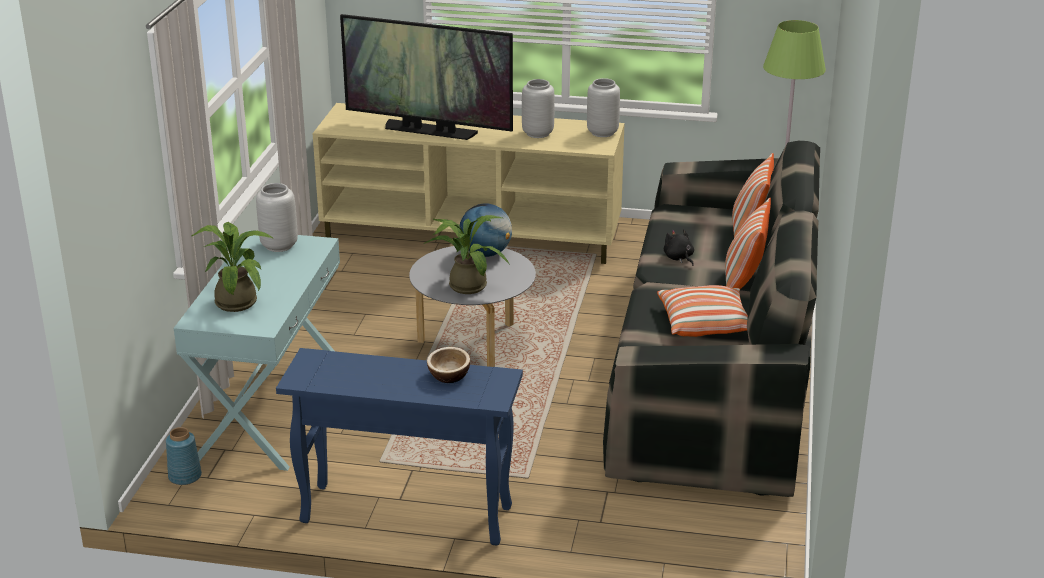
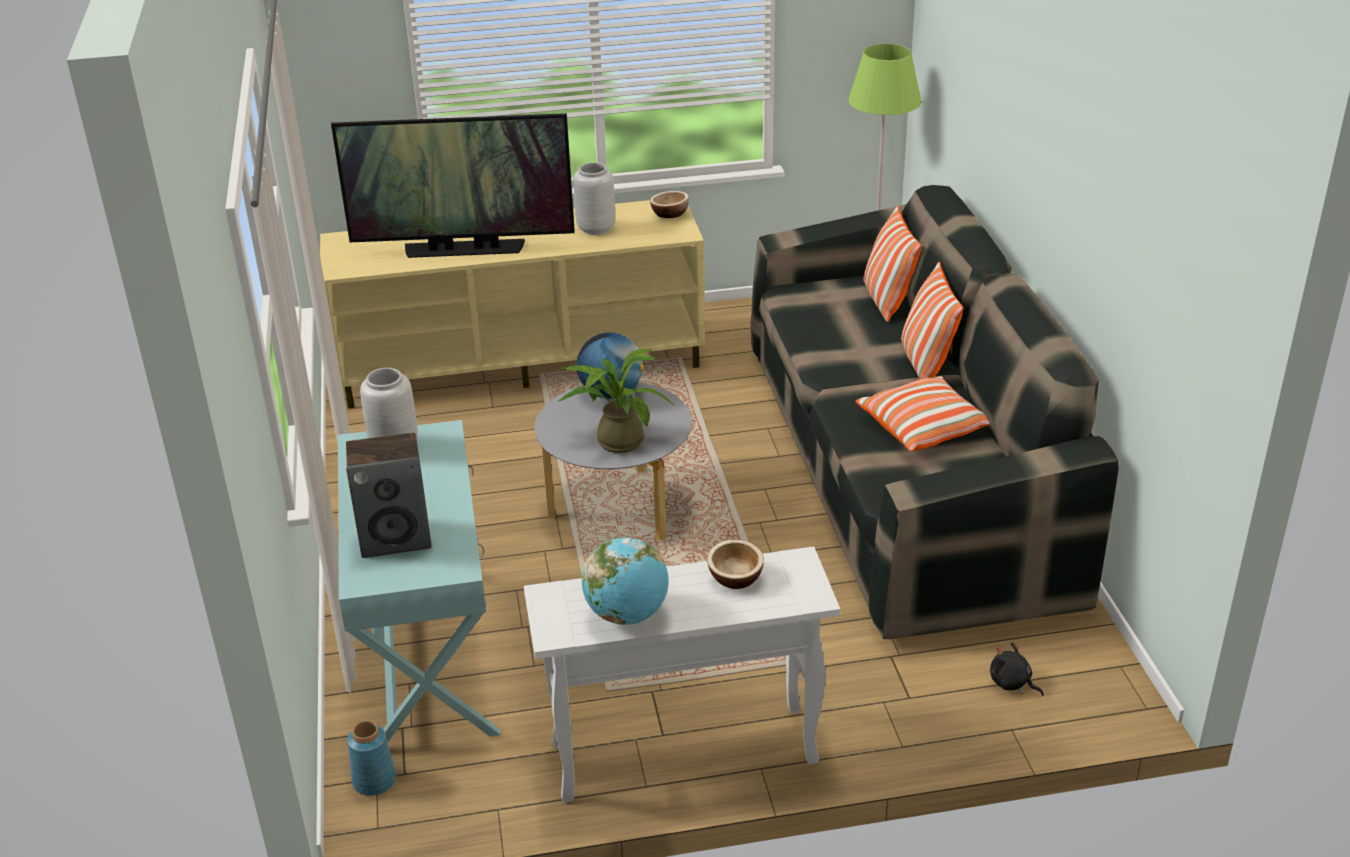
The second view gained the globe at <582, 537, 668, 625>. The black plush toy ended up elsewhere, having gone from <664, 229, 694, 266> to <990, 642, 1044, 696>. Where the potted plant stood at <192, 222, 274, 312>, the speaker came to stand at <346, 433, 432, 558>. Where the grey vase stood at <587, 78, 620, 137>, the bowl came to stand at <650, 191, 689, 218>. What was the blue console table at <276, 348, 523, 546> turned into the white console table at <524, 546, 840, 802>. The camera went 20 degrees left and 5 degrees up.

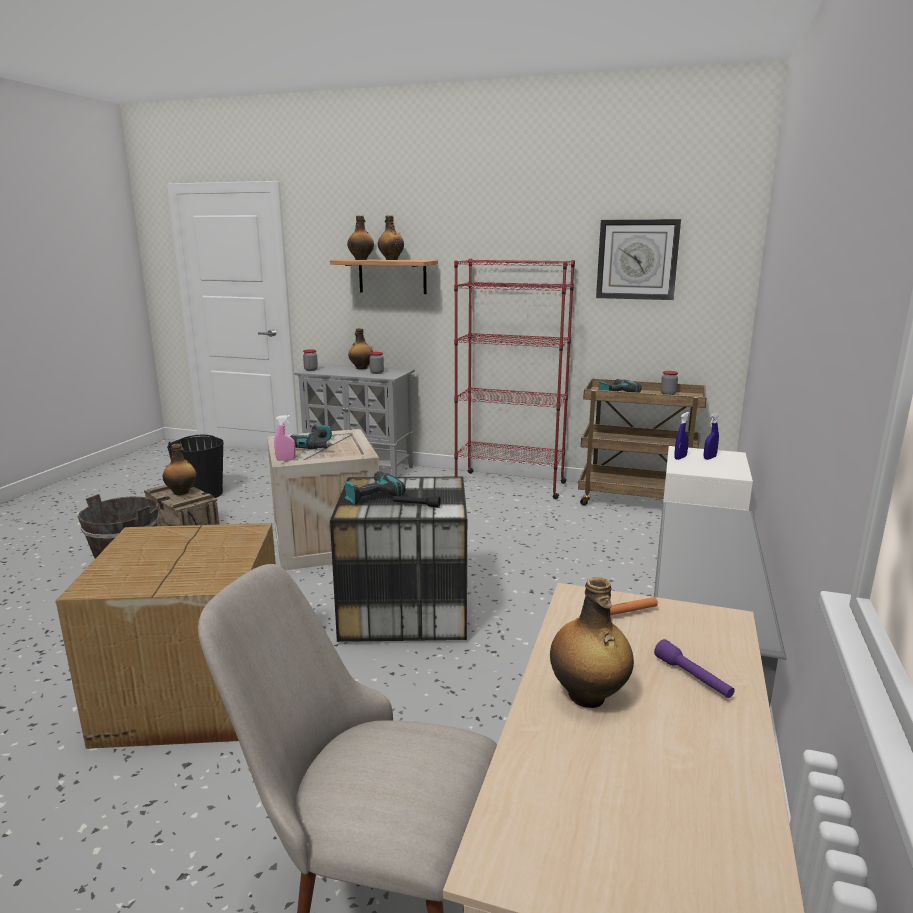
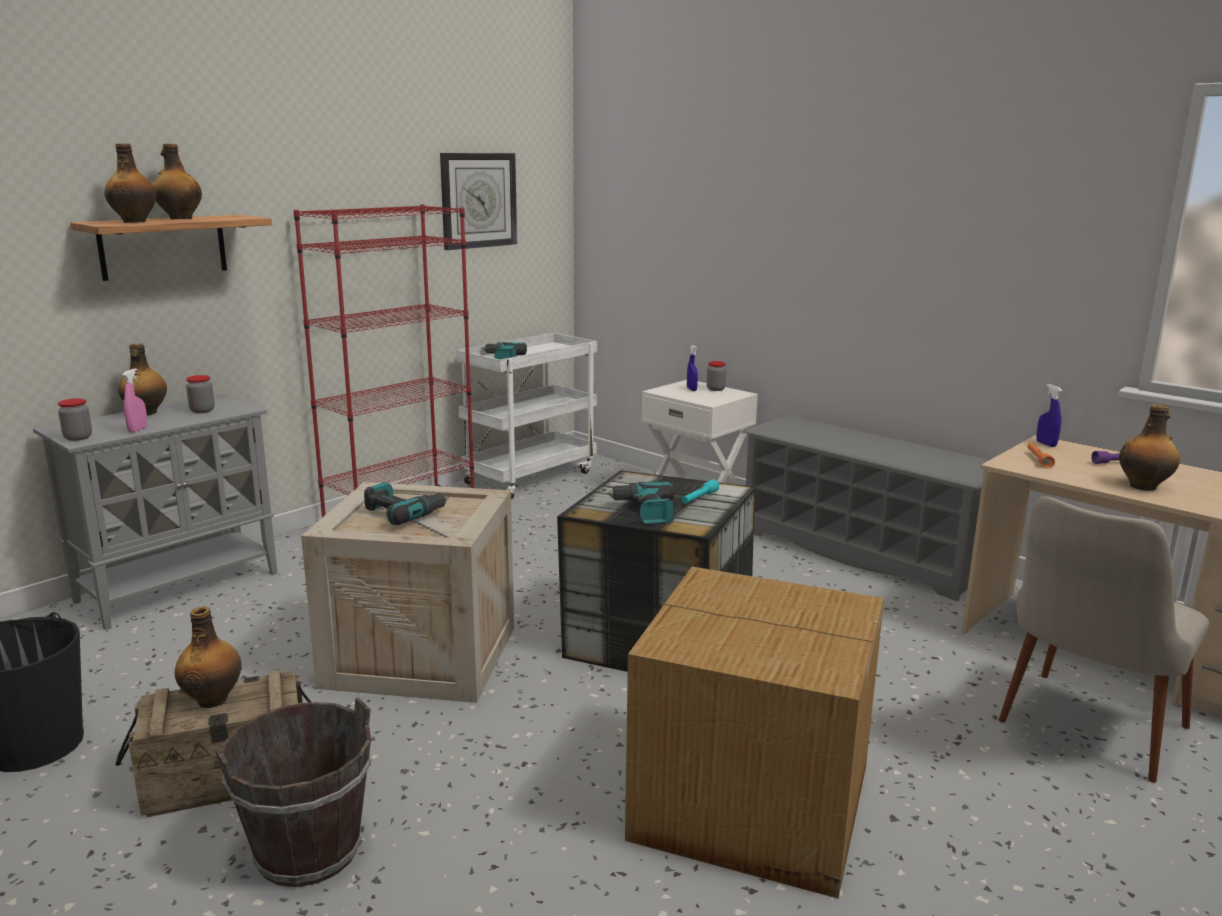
The pink spray bottle ended up elsewhere, having gone from <274, 415, 296, 461> to <123, 368, 147, 433>. The jar ended up elsewhere, having gone from <661, 371, 678, 395> to <707, 361, 726, 391>. The blue spray bottle ended up elsewhere, having gone from <674, 412, 690, 460> to <1036, 384, 1062, 447>. What was the black flashlight at <393, 496, 441, 508> turned into the turquoise flashlight at <682, 479, 719, 504>. What was the brown cart at <578, 378, 707, 505> turned into the white cart at <456, 333, 597, 499>. The camera went 65 degrees left and 0 degrees up.

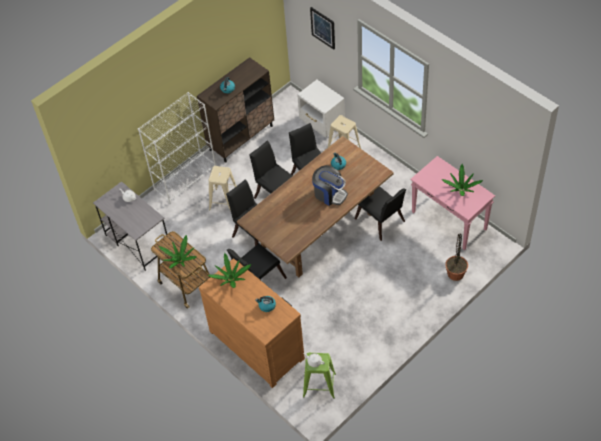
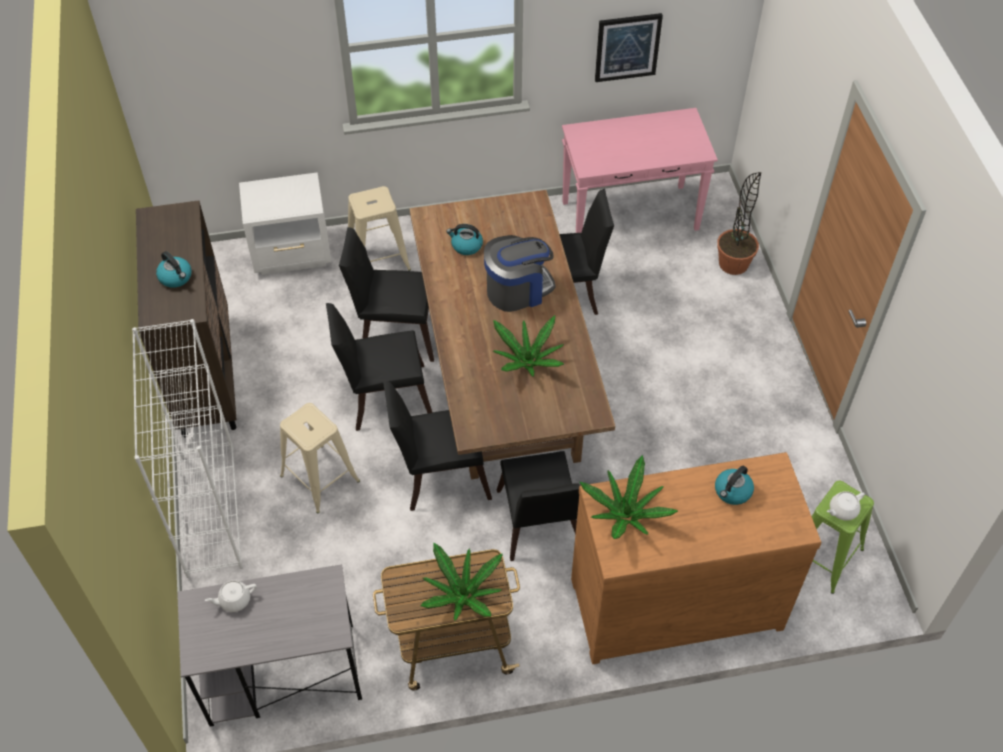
The picture ended up elsewhere, having gone from <310, 7, 335, 50> to <595, 13, 663, 82>. The potted plant ended up elsewhere, having gone from <442, 164, 483, 196> to <493, 316, 564, 376>. The camera went 60 degrees left and 0 degrees up.

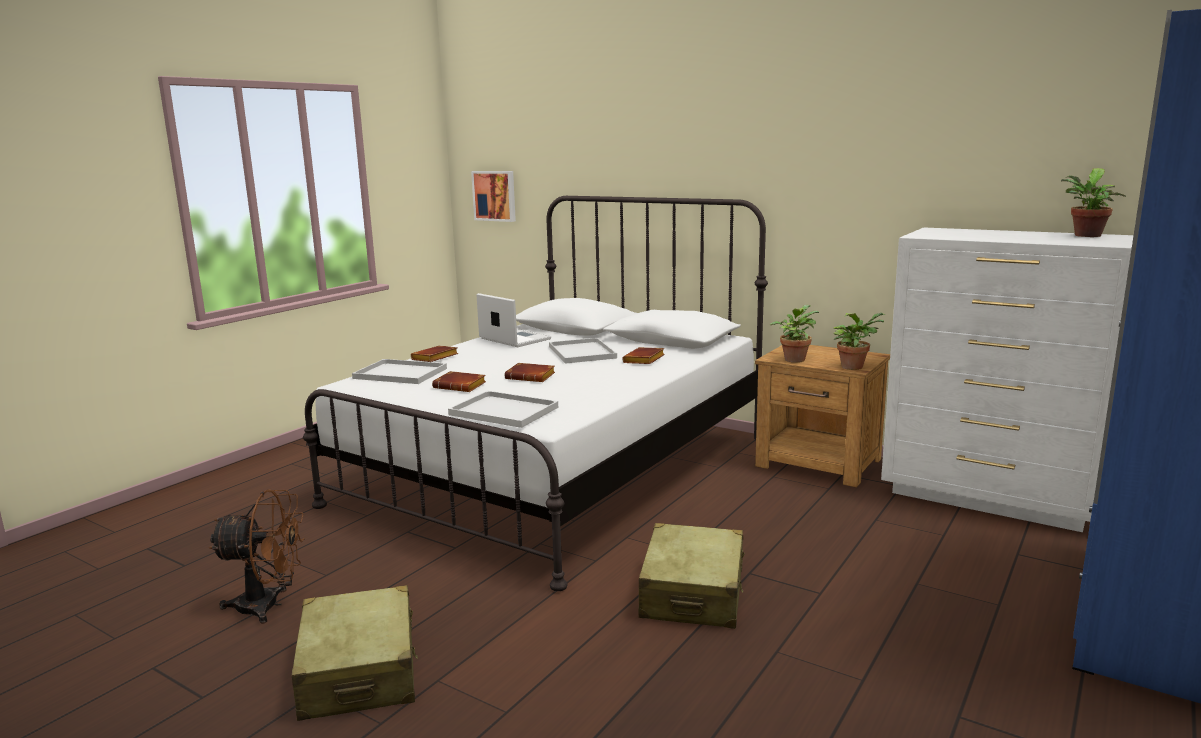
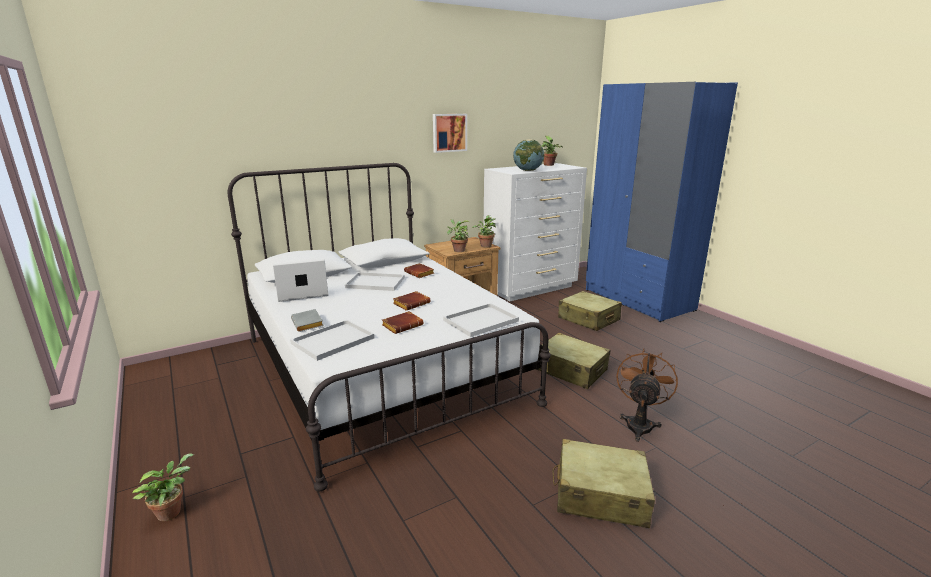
The second view gained the potted plant at <132, 453, 194, 521>. The second view gained the globe at <513, 139, 544, 171>. The second view gained the beige suitcase at <558, 291, 622, 331>. The brown fan ended up elsewhere, having gone from <209, 489, 305, 624> to <616, 348, 678, 442>. The picture ended up elsewhere, having gone from <471, 171, 516, 222> to <433, 114, 467, 153>. What was the brown book at <411, 345, 458, 362> turned into the grey book at <291, 309, 324, 332>. The camera went 65 degrees left and 5 degrees up.

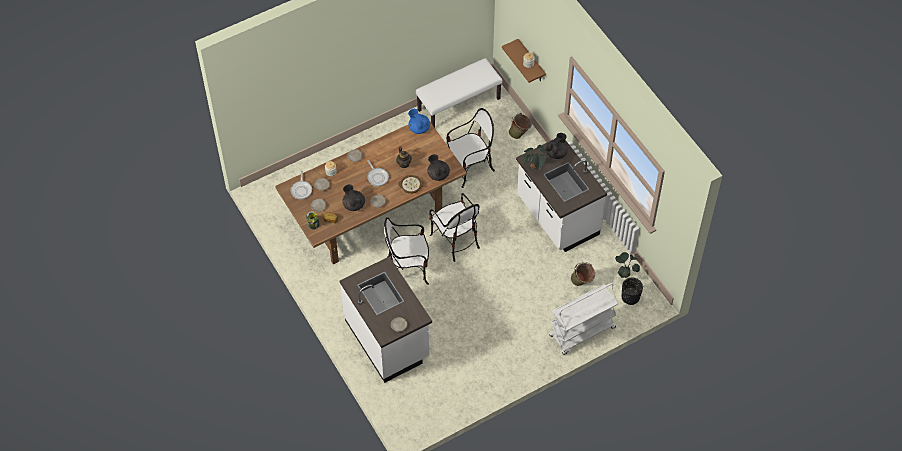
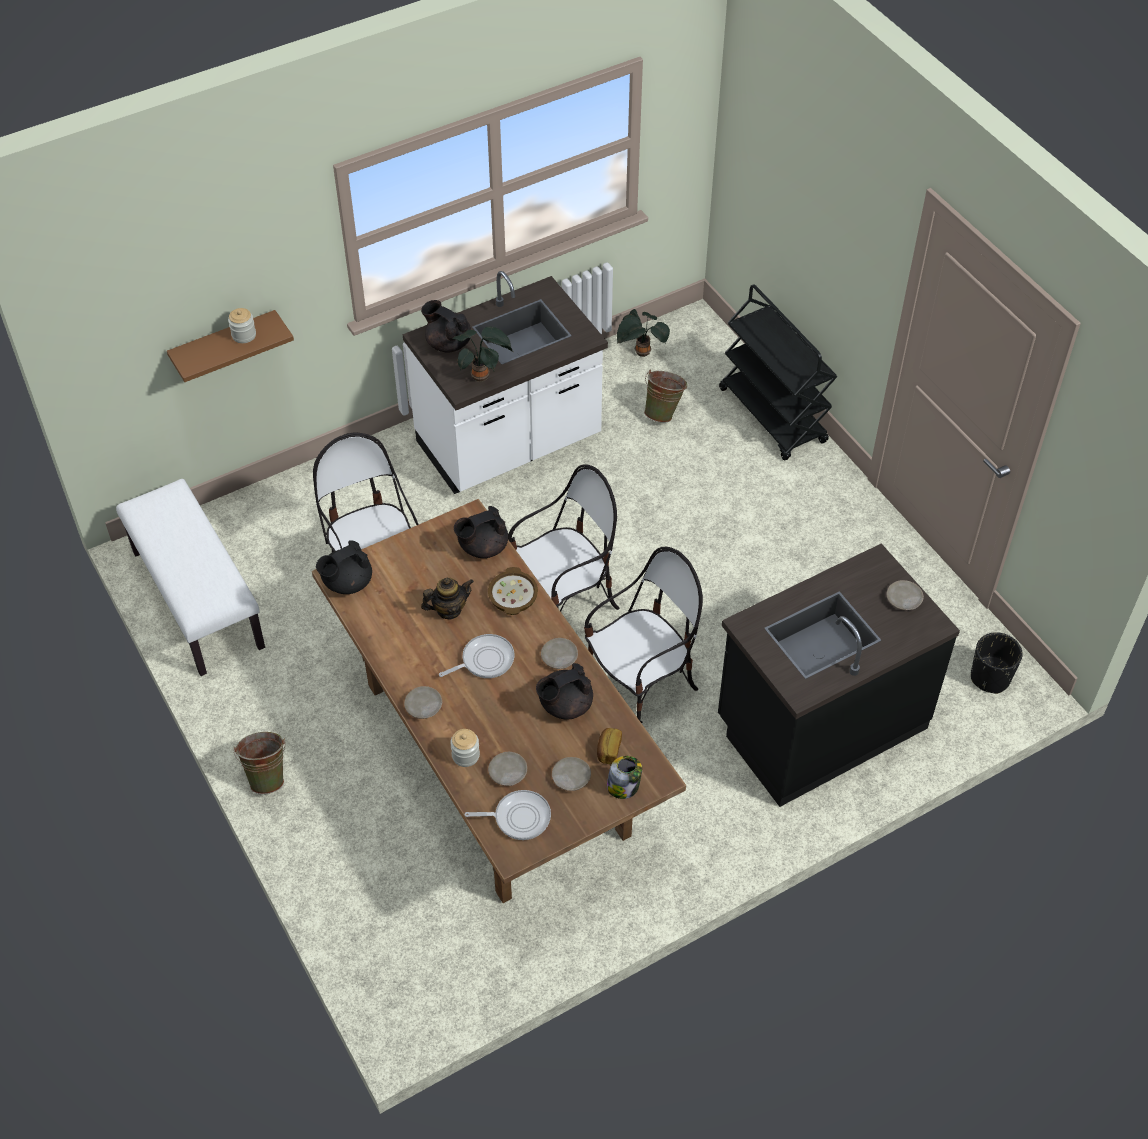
The green bucket ended up elsewhere, having gone from <509, 113, 532, 139> to <233, 732, 285, 794>. The black planter ended up elsewhere, having gone from <622, 278, 643, 305> to <971, 632, 1023, 694>. What was the white counter at <340, 256, 432, 383> turned into the black counter at <718, 543, 960, 807>. What was the blue teapot at <408, 109, 430, 134> turned into the black teapot at <316, 540, 372, 594>. What was the white cart at <549, 283, 618, 355> turned into the black cart at <719, 284, 837, 461>. The chair at <384, 217, 429, 285> ended up facing another way, 120 degrees counterclockwise from before. The camera went 90 degrees left and 5 degrees down.

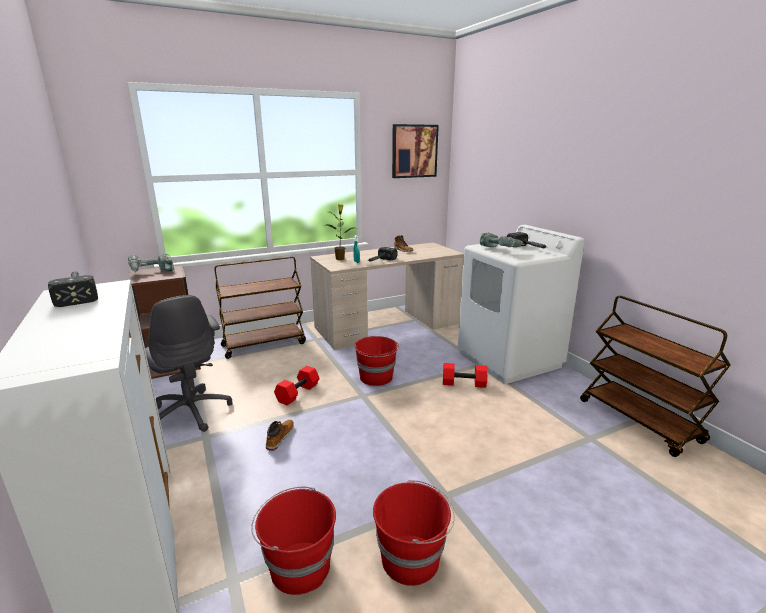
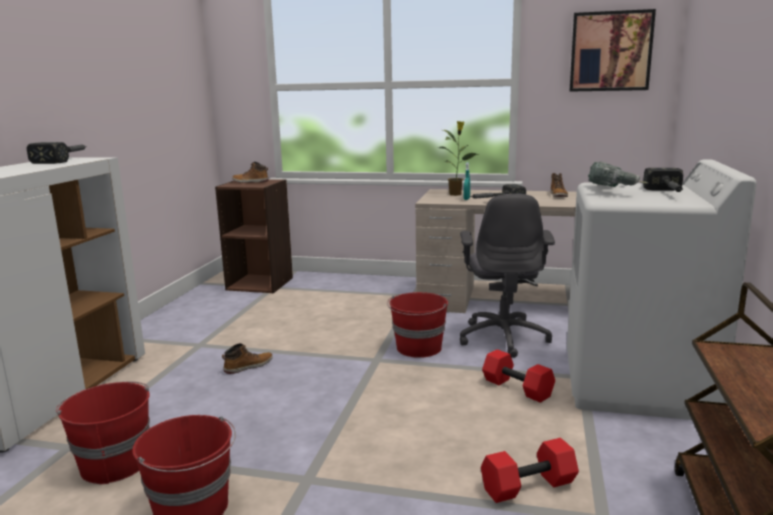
The second view lost the brown cart at <214, 257, 306, 359>. The grey office chair ended up elsewhere, having gone from <145, 295, 233, 432> to <460, 194, 555, 358>. The red dumbbell ended up elsewhere, having gone from <274, 366, 320, 406> to <481, 438, 579, 503>. Where the power drill stood at <128, 254, 174, 272>, the boot came to stand at <232, 162, 269, 183>. The camera went 40 degrees right and 5 degrees down.

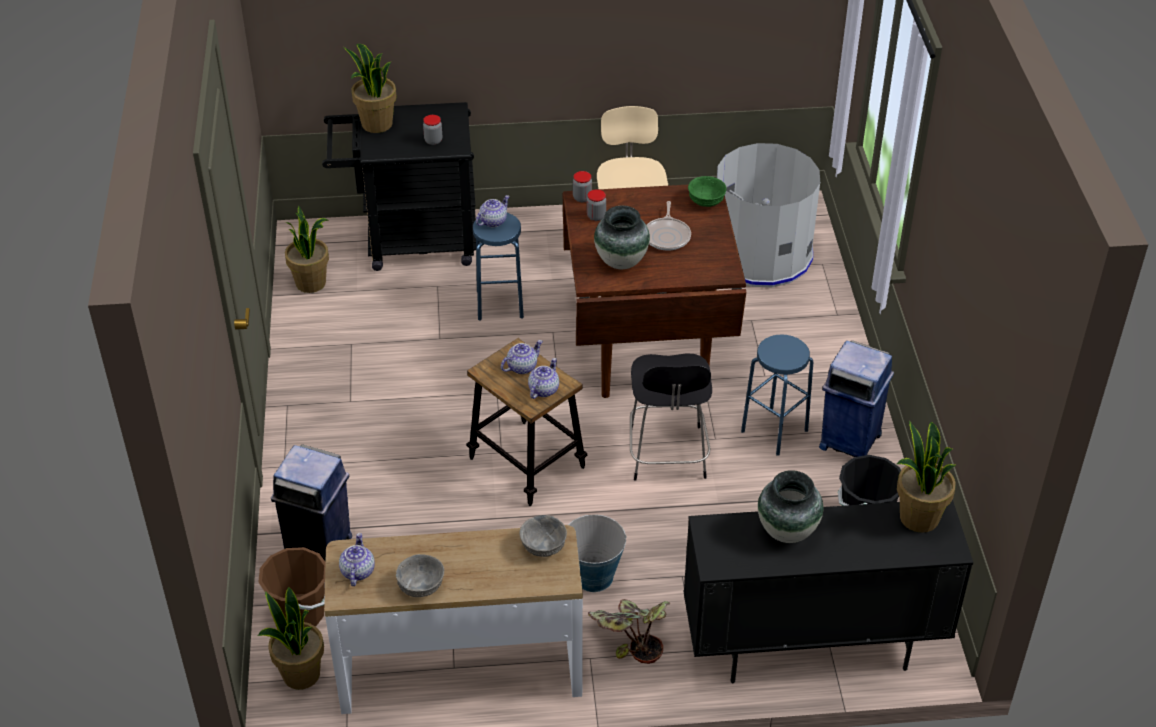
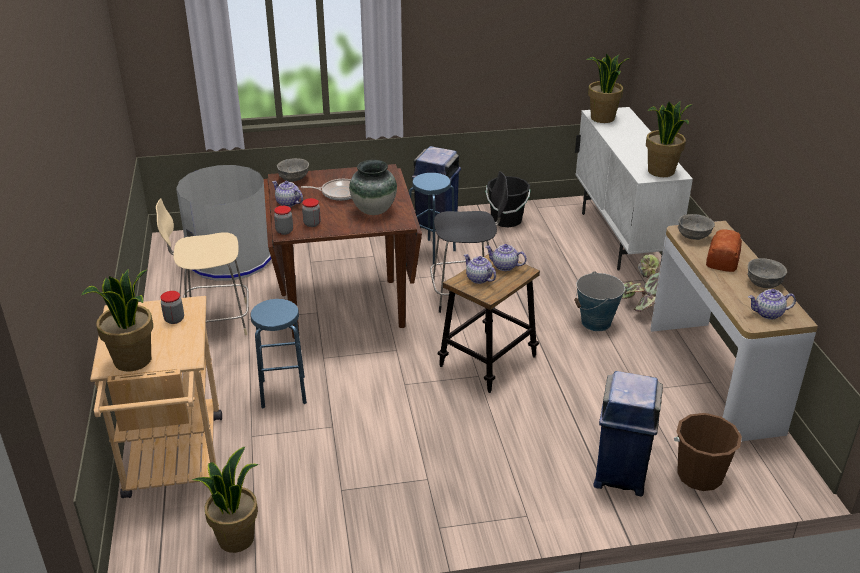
The second view lost the vase at <758, 470, 823, 543>. The second view gained the bread at <706, 229, 742, 272>. The potted plant ended up elsewhere, having gone from <258, 587, 324, 690> to <646, 101, 693, 177>. The teapot ended up elsewhere, having gone from <476, 195, 510, 227> to <272, 181, 303, 207>. What was the black cart at <322, 102, 476, 271> turned into the beige cart at <90, 296, 222, 498>. What was the black cabinet at <684, 499, 973, 683> turned into the white cabinet at <575, 107, 693, 271>. What was the green bowl at <688, 176, 726, 207> turned into the grey bowl at <277, 158, 309, 182>. The camera went 95 degrees left and 10 degrees down.

